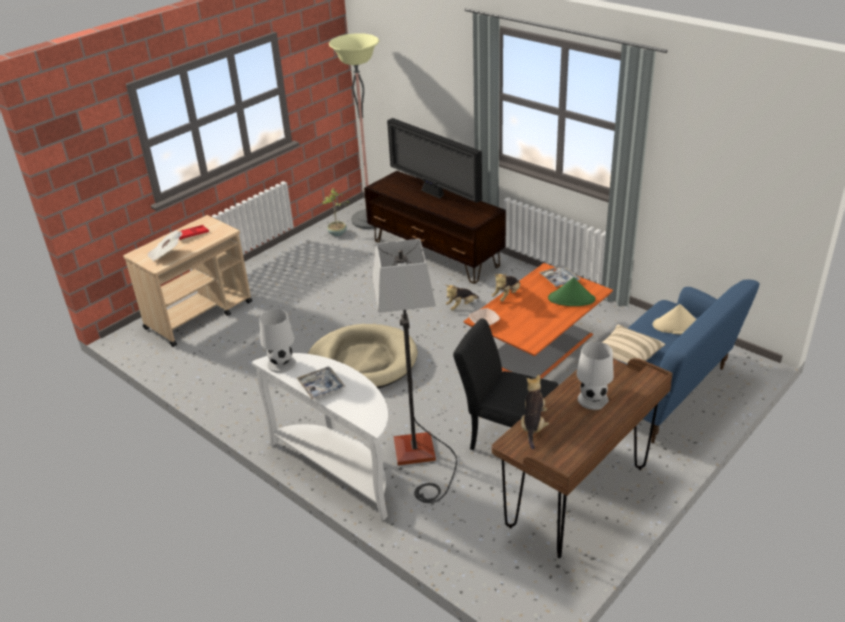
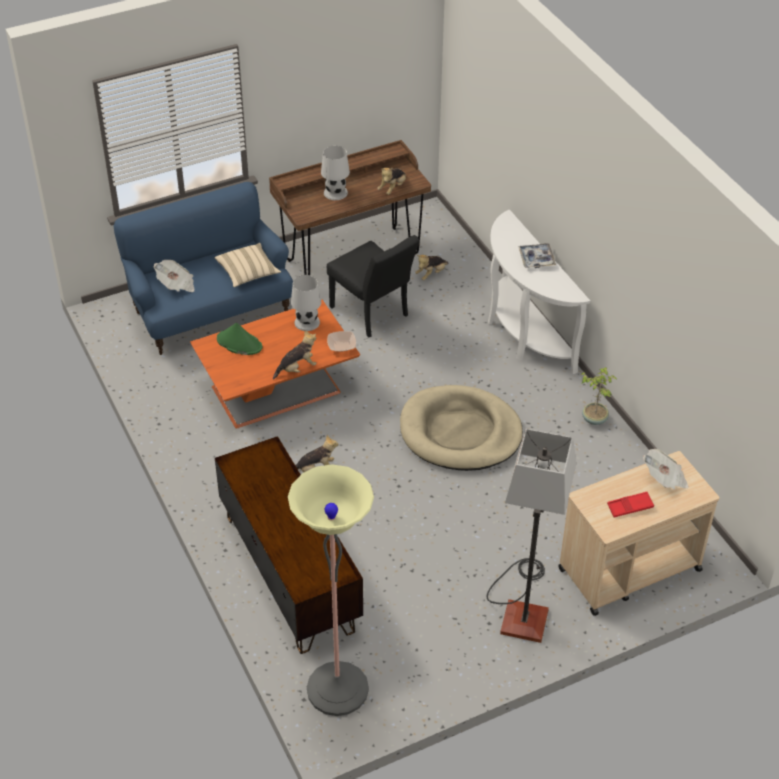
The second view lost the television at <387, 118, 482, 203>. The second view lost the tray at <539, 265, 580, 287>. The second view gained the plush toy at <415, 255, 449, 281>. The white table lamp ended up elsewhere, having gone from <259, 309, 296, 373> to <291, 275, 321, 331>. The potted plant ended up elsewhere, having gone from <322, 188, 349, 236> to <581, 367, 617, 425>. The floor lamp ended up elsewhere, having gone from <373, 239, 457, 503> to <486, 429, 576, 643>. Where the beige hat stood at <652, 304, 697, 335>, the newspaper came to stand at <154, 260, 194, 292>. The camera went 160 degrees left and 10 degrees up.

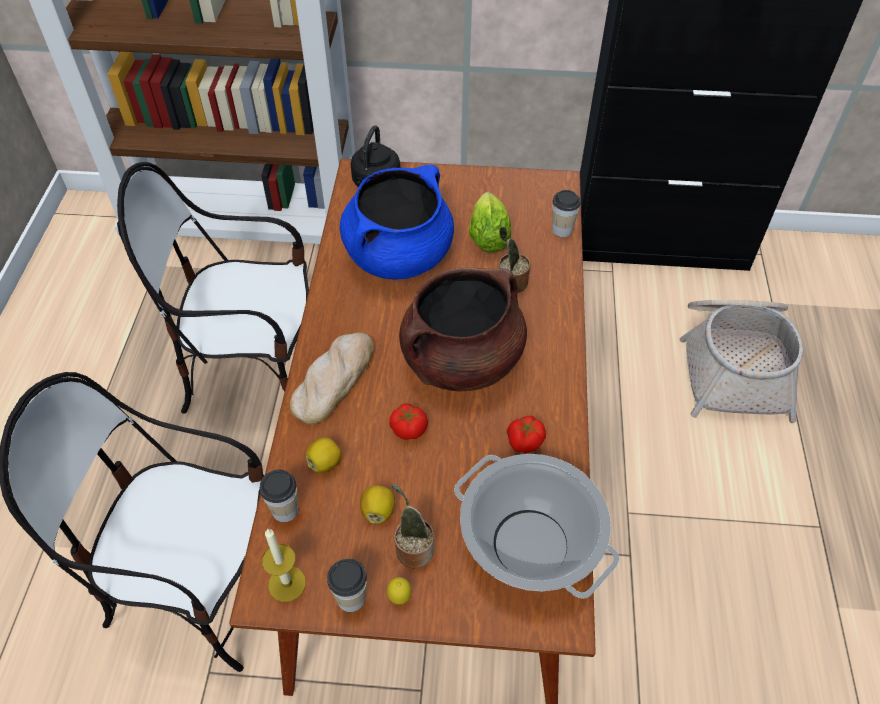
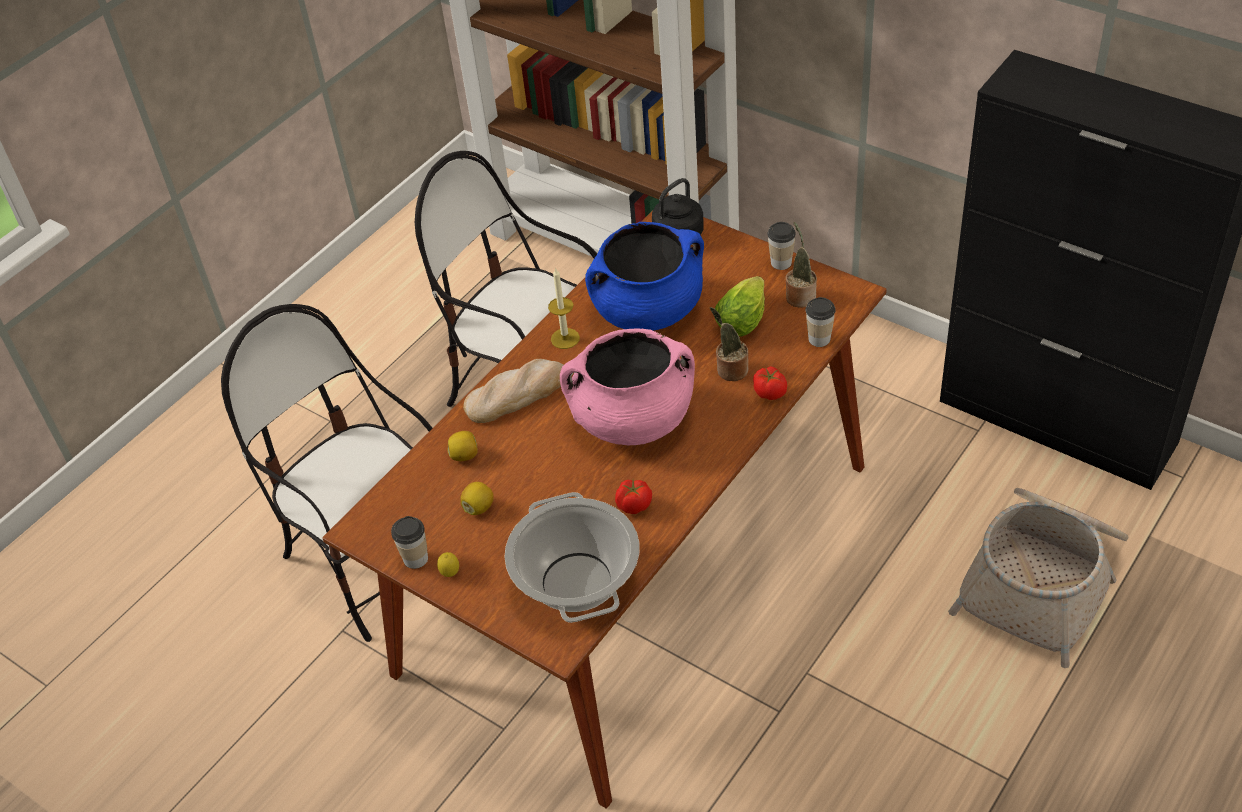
The cup ended up elsewhere, having gone from <260, 469, 298, 522> to <767, 222, 796, 270>. The candle ended up elsewhere, having gone from <262, 528, 306, 602> to <548, 268, 580, 349>. The tomato ended up elsewhere, having gone from <389, 403, 428, 440> to <753, 366, 787, 400>. The potted plant ended up elsewhere, having gone from <392, 484, 434, 568> to <786, 222, 817, 308>. What was the brown cooking pot at <399, 267, 527, 392> turned into the pink cooking pot at <560, 328, 695, 445>. The camera went 35 degrees right and 5 degrees down.

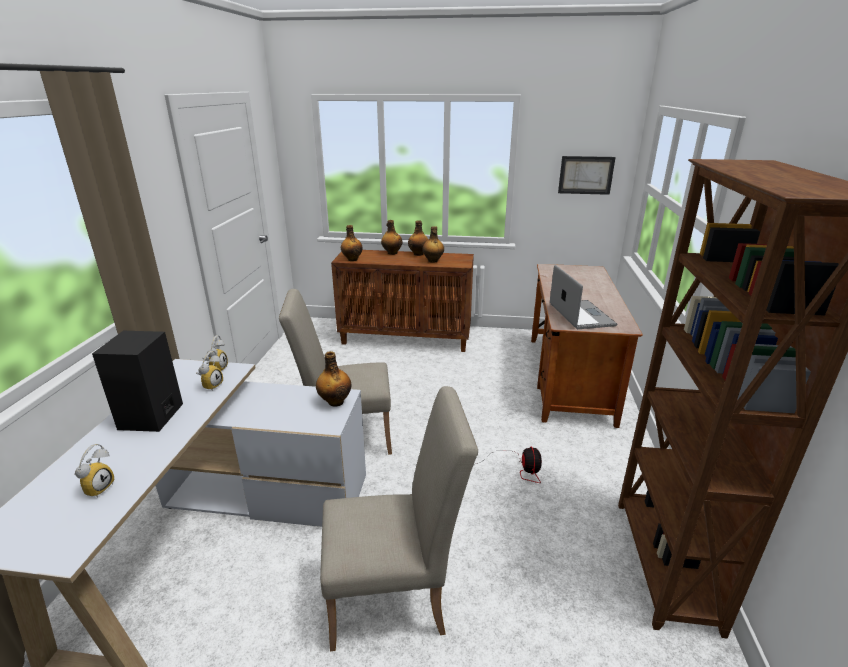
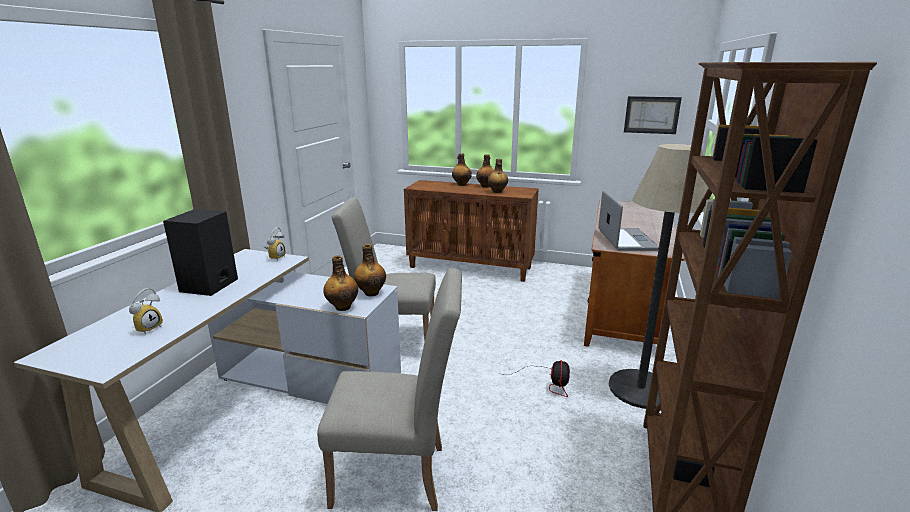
The second view lost the alarm clock at <196, 351, 223, 391>. The second view gained the floor lamp at <609, 144, 711, 409>. The bottle ended up elsewhere, having gone from <341, 225, 363, 261> to <323, 256, 358, 311>. The camera went 10 degrees right and 5 degrees down.

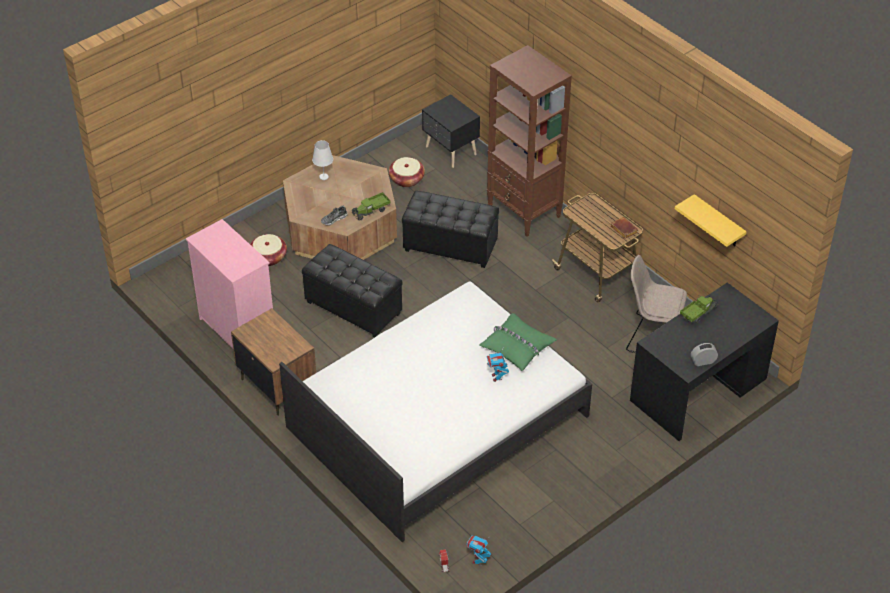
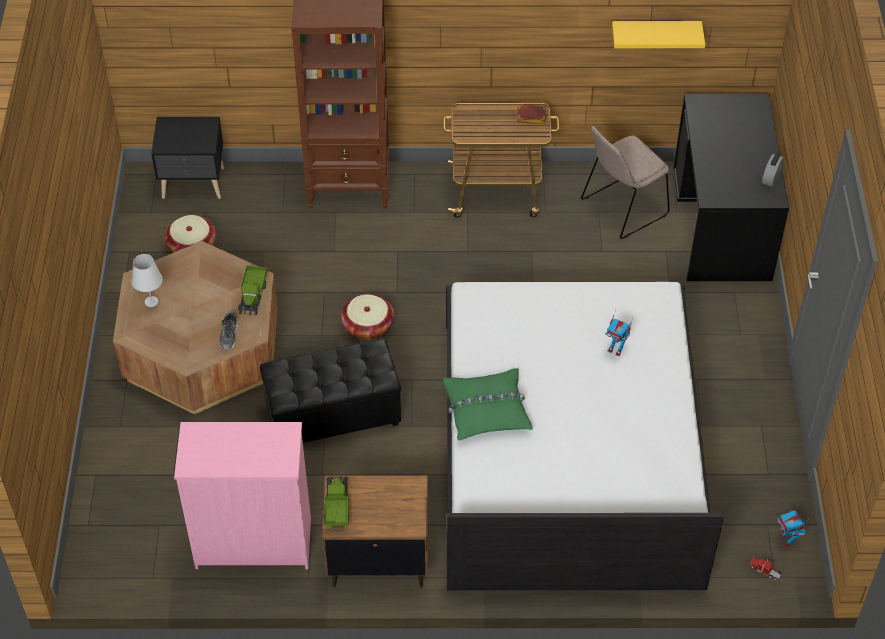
The second view lost the black ottoman at <402, 191, 499, 268>. The basket ended up elsewhere, having gone from <250, 234, 287, 266> to <341, 294, 394, 340>. The green pillow ended up elsewhere, having gone from <479, 313, 557, 371> to <443, 368, 533, 441>. The toy truck ended up elsewhere, having gone from <680, 296, 718, 323> to <324, 476, 349, 529>. The camera went 50 degrees left and 5 degrees up.

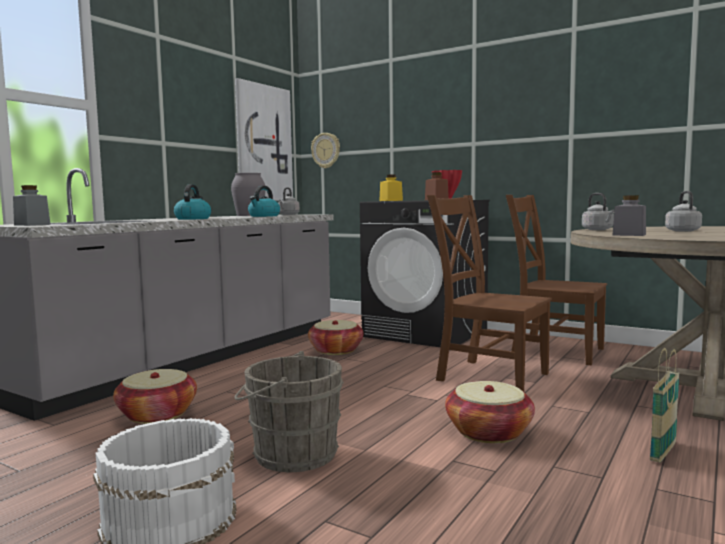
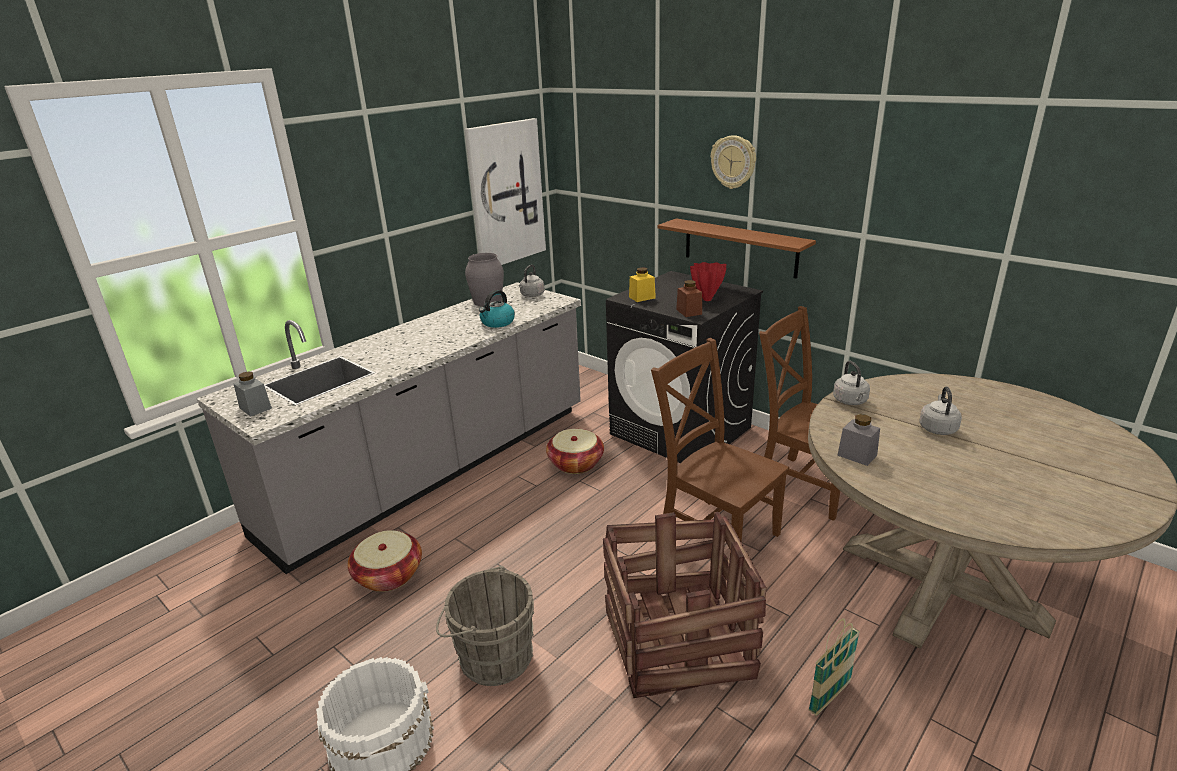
The second view lost the kettle at <174, 184, 211, 220>. The second view gained the brown shelf at <657, 218, 816, 279>. The wall clock ended up elsewhere, having gone from <311, 133, 340, 169> to <711, 135, 756, 189>. Where the basket stood at <445, 381, 535, 443>, the crate came to stand at <603, 512, 767, 698>. The camera went 10 degrees right and 20 degrees up.

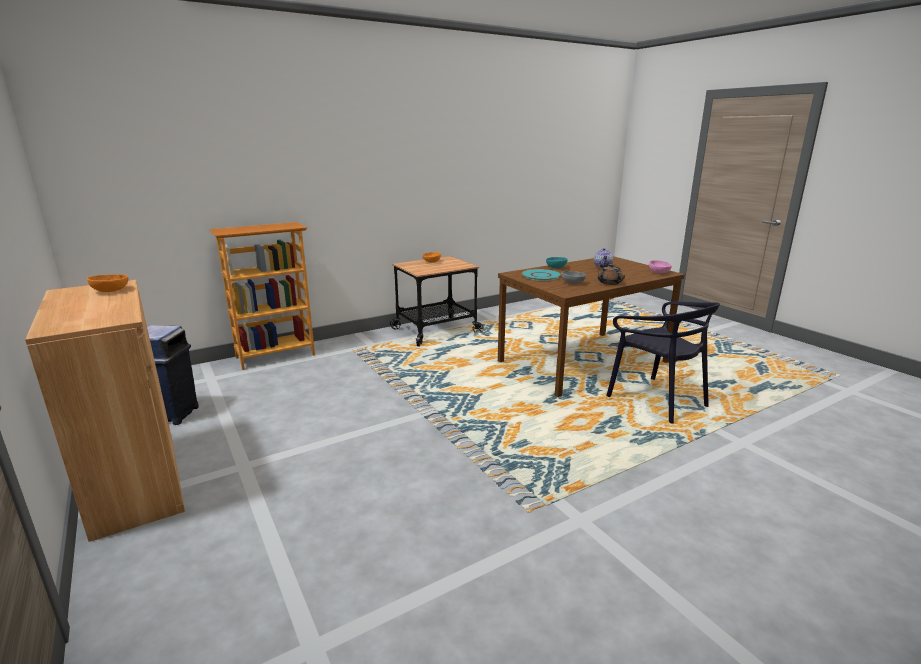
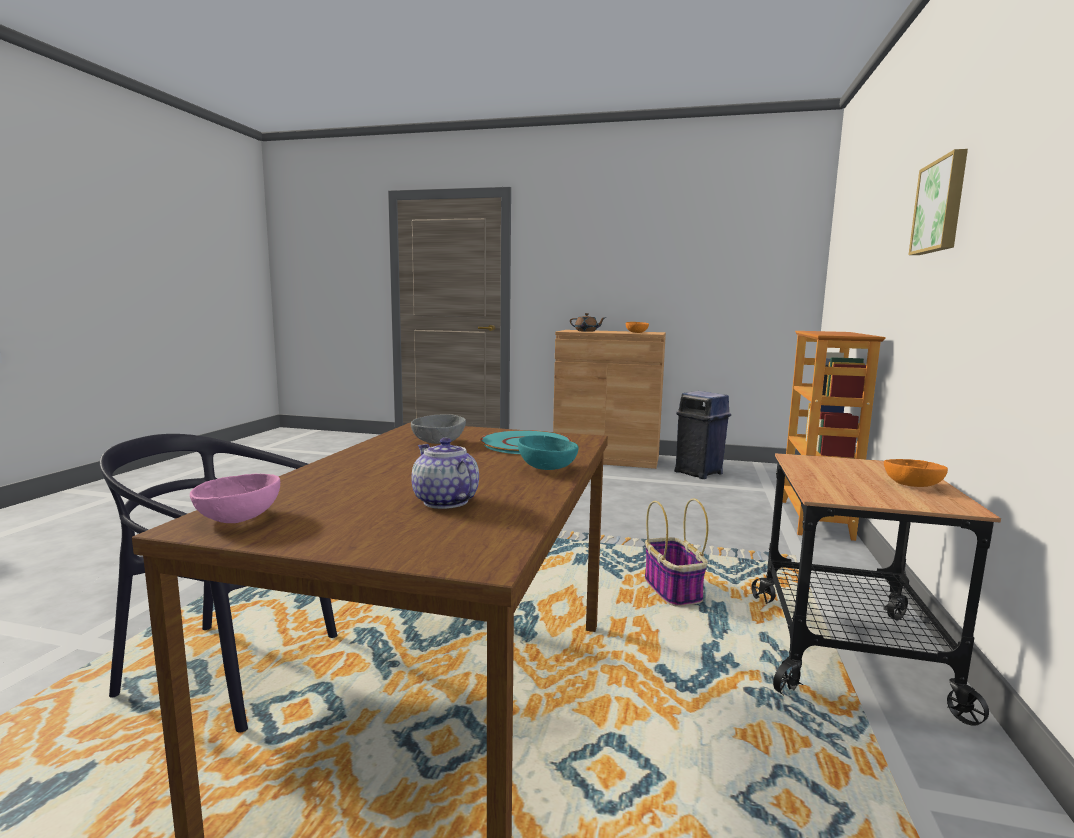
The second view gained the basket at <645, 498, 708, 607>. The second view gained the picture at <908, 149, 968, 255>. The brown teapot ended up elsewhere, having gone from <596, 264, 625, 285> to <570, 313, 604, 332>. The camera went 135 degrees right and 10 degrees down.

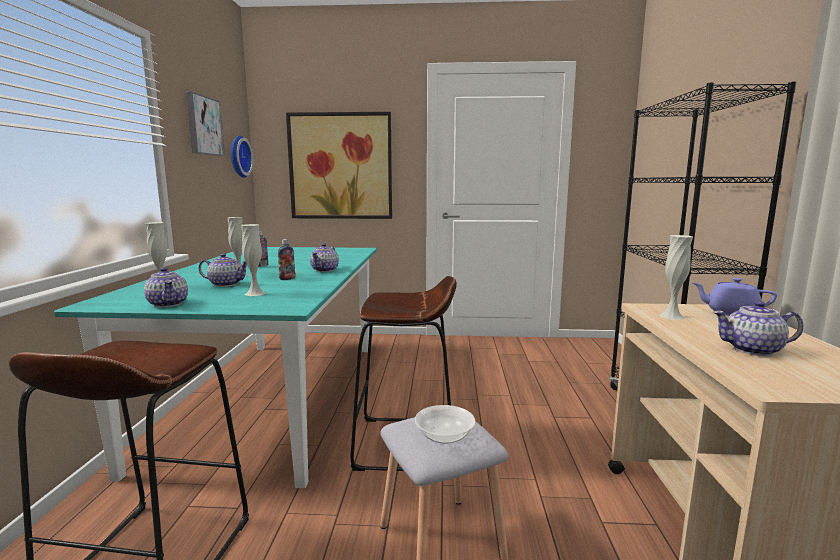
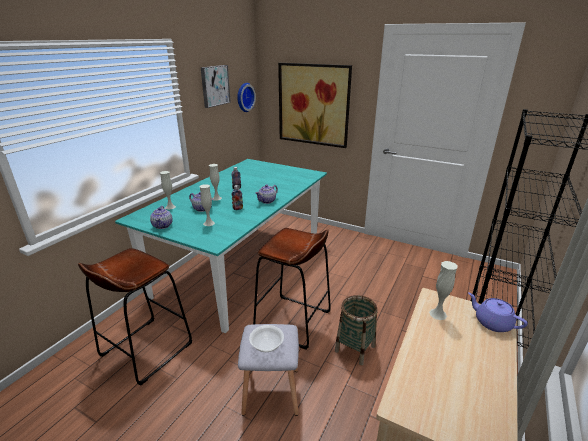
The second view lost the teapot at <713, 301, 803, 356>. The second view gained the basket at <335, 295, 377, 365>. The camera went 25 degrees right and 15 degrees up.

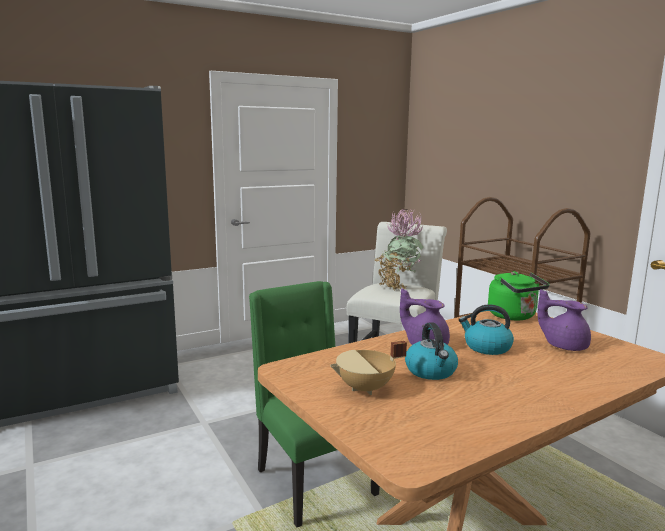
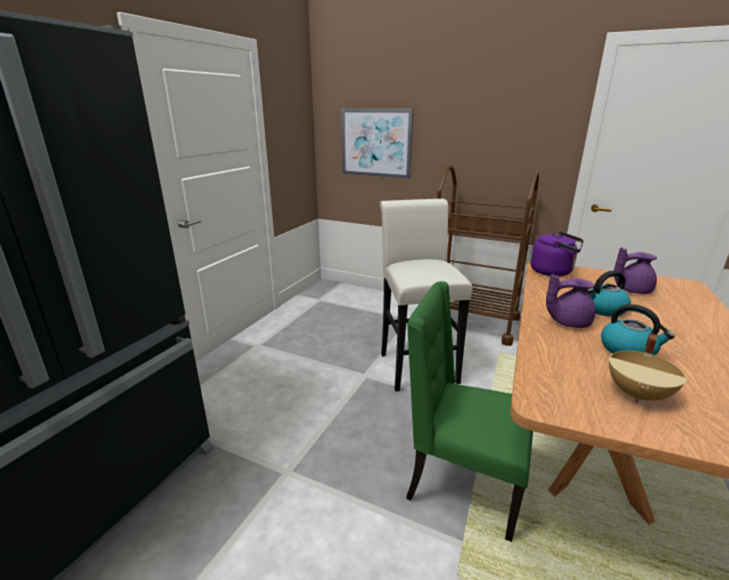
The second view lost the potted plant at <374, 209, 424, 291>. The second view gained the picture at <341, 108, 413, 179>. What was the green kettle at <488, 271, 550, 320> turned into the purple kettle at <530, 232, 584, 277>. The camera went 35 degrees left and 10 degrees up.

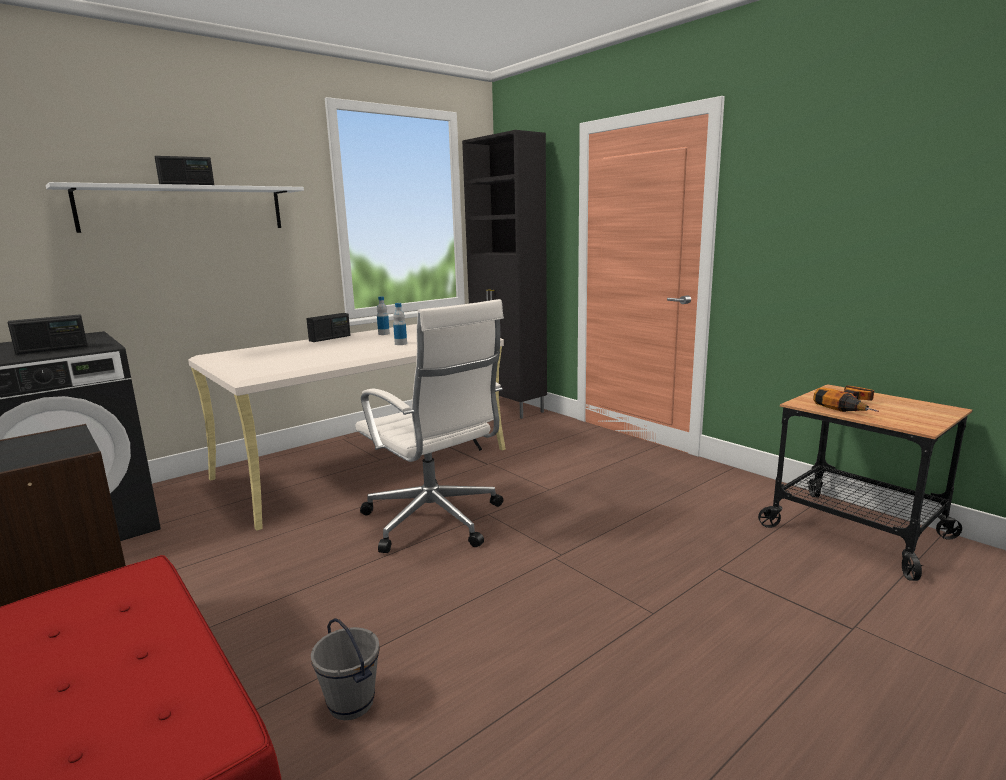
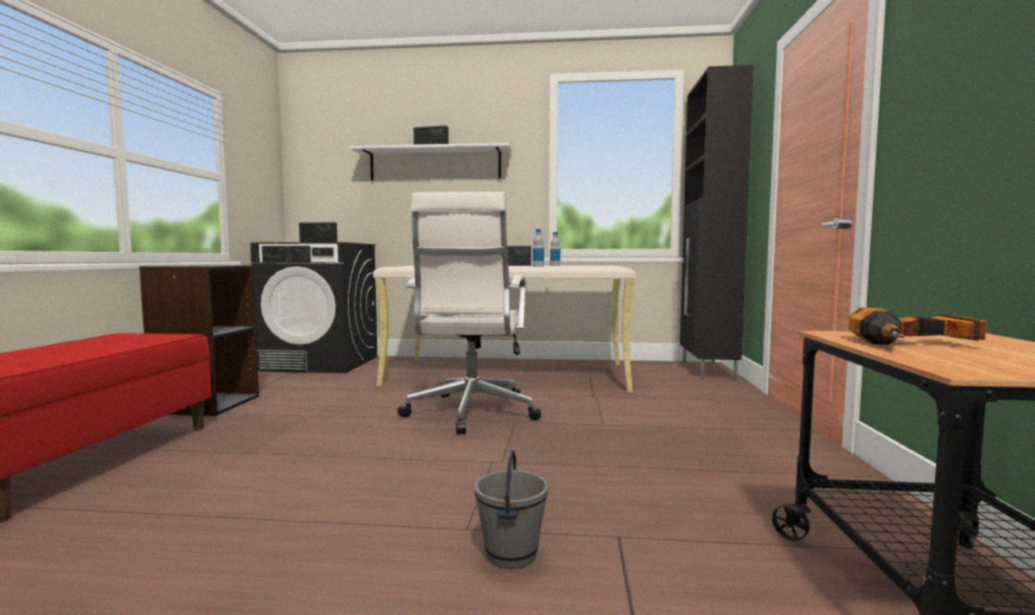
The grey bucket ended up elsewhere, having gone from <311, 618, 380, 720> to <474, 450, 548, 569>. The camera went 45 degrees right and 10 degrees down.

